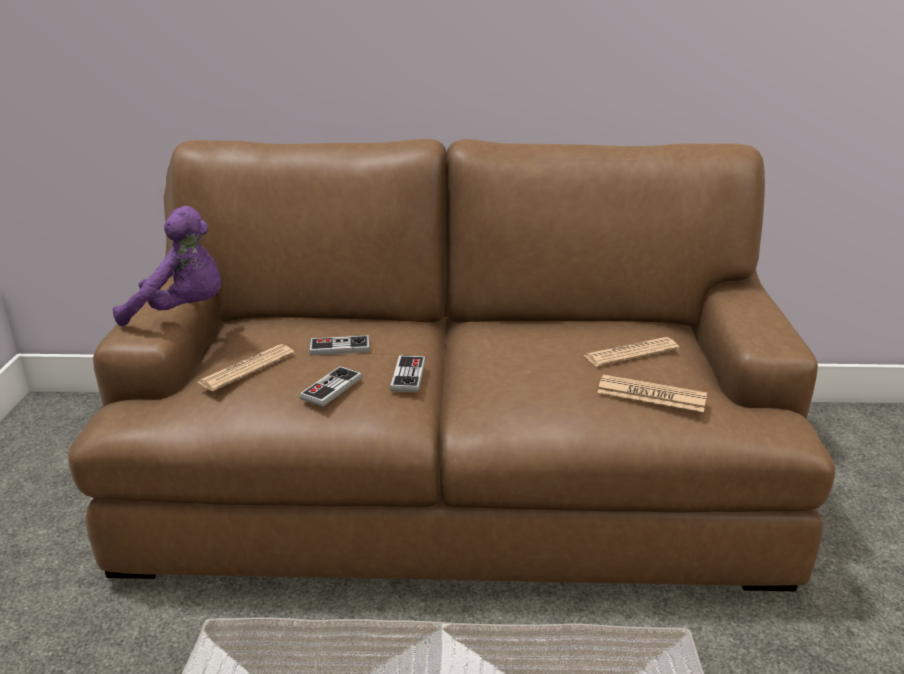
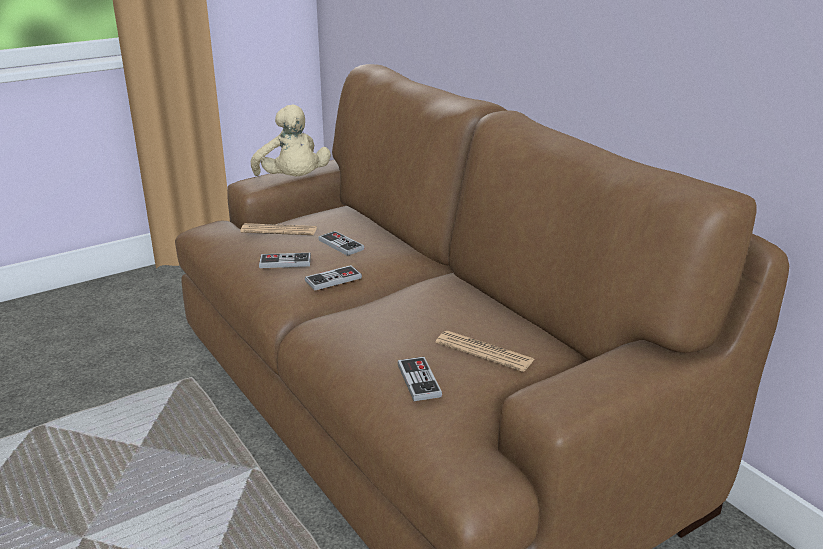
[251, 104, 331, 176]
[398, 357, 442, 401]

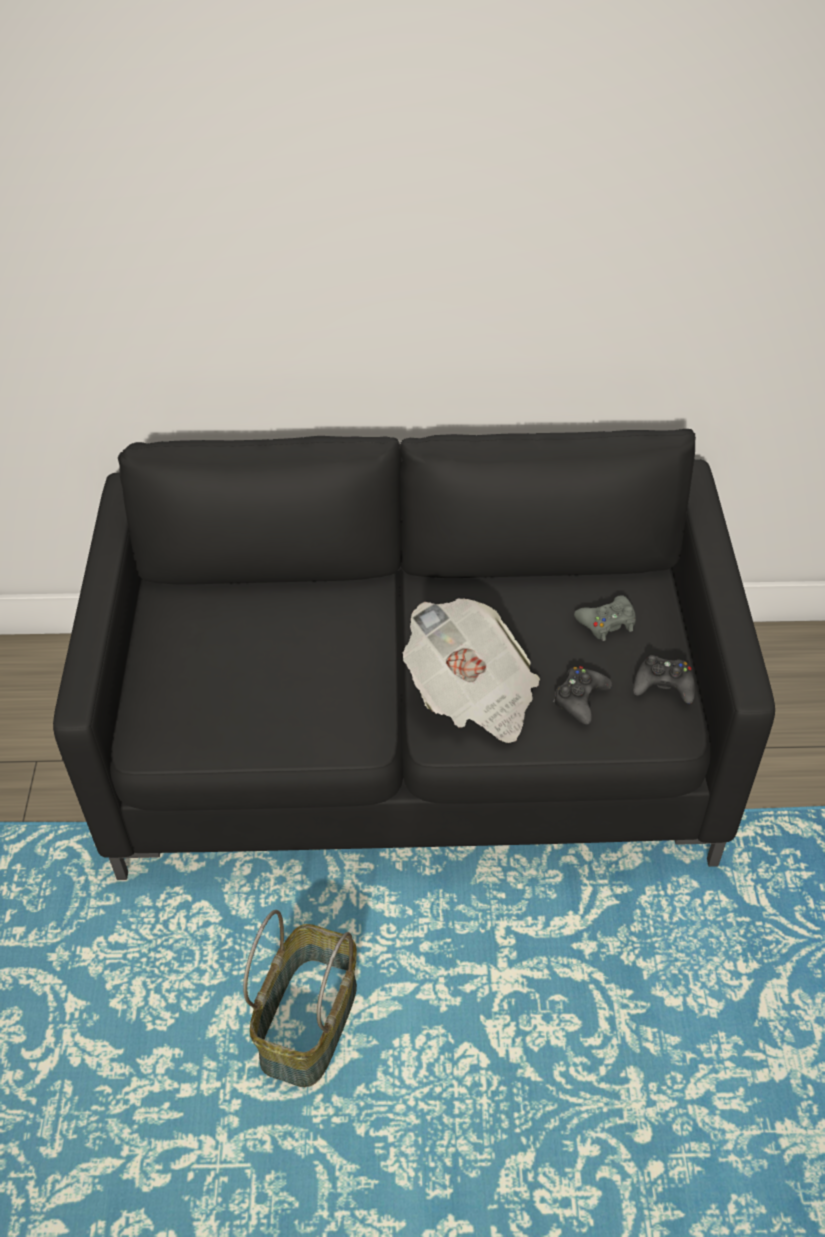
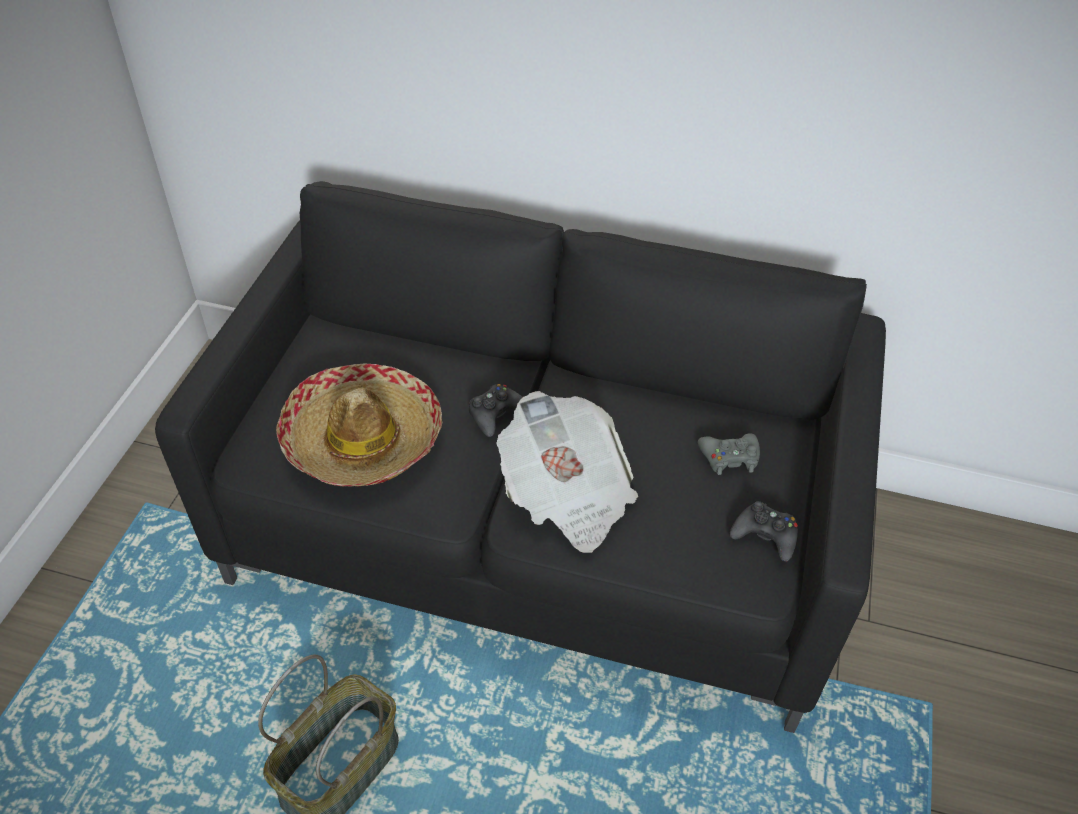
[276, 363, 442, 487]
[469, 384, 523, 437]

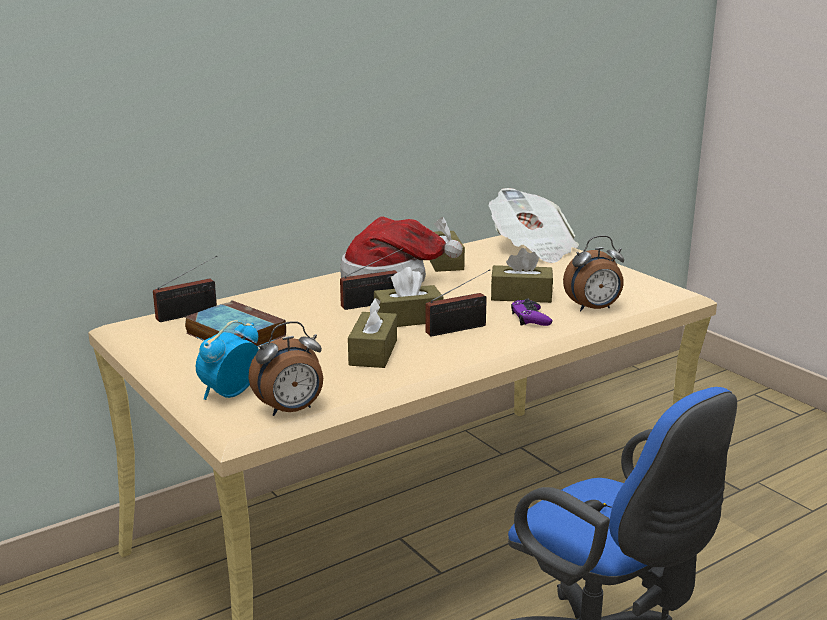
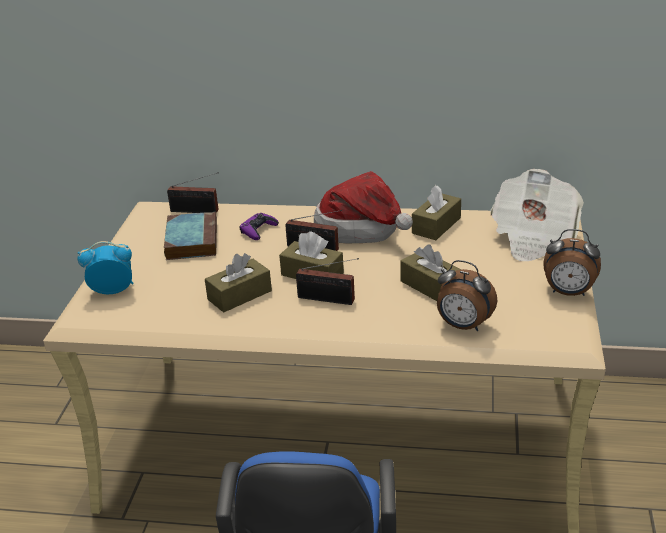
[239, 213, 279, 240]
[543, 229, 601, 296]

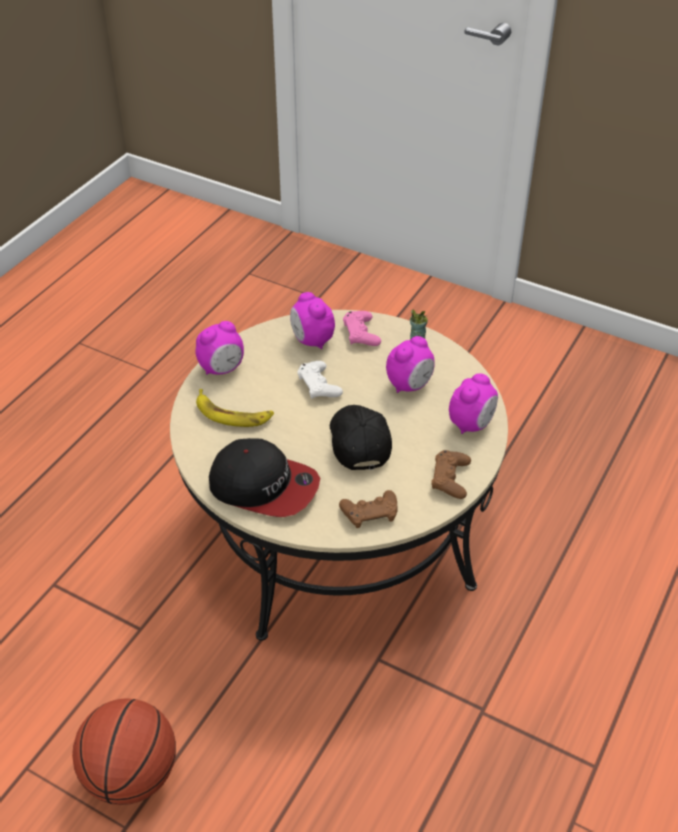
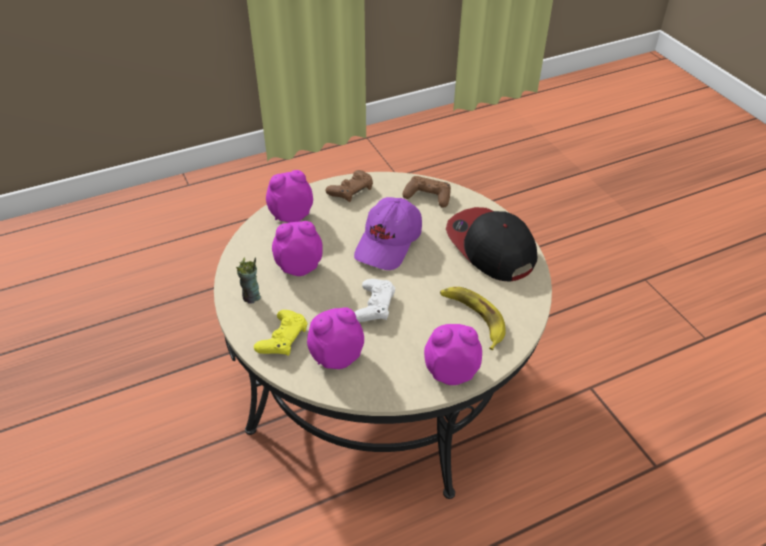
[254, 310, 307, 356]
[307, 307, 364, 369]
[354, 197, 422, 270]
[72, 698, 176, 805] (first image)

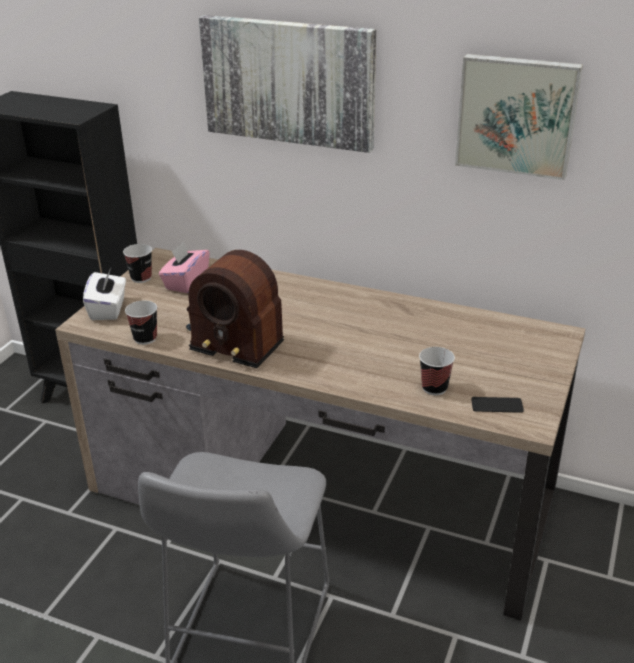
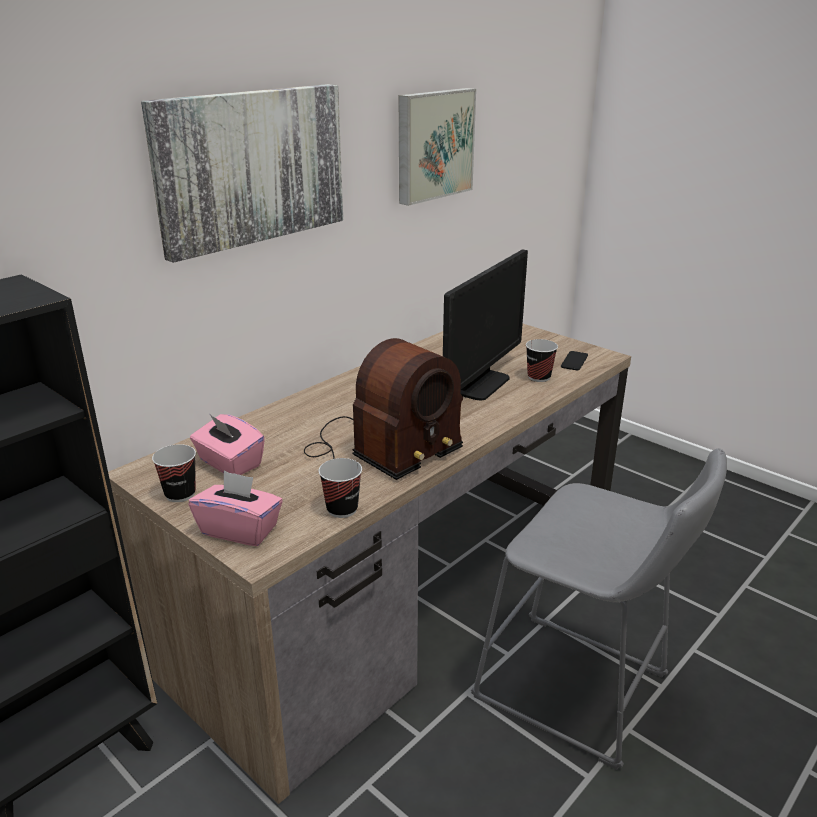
[189, 470, 283, 546]
[443, 249, 528, 401]

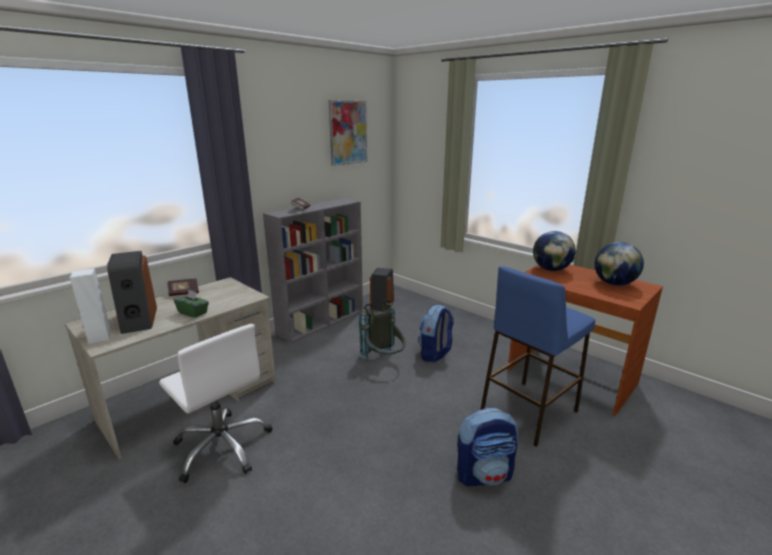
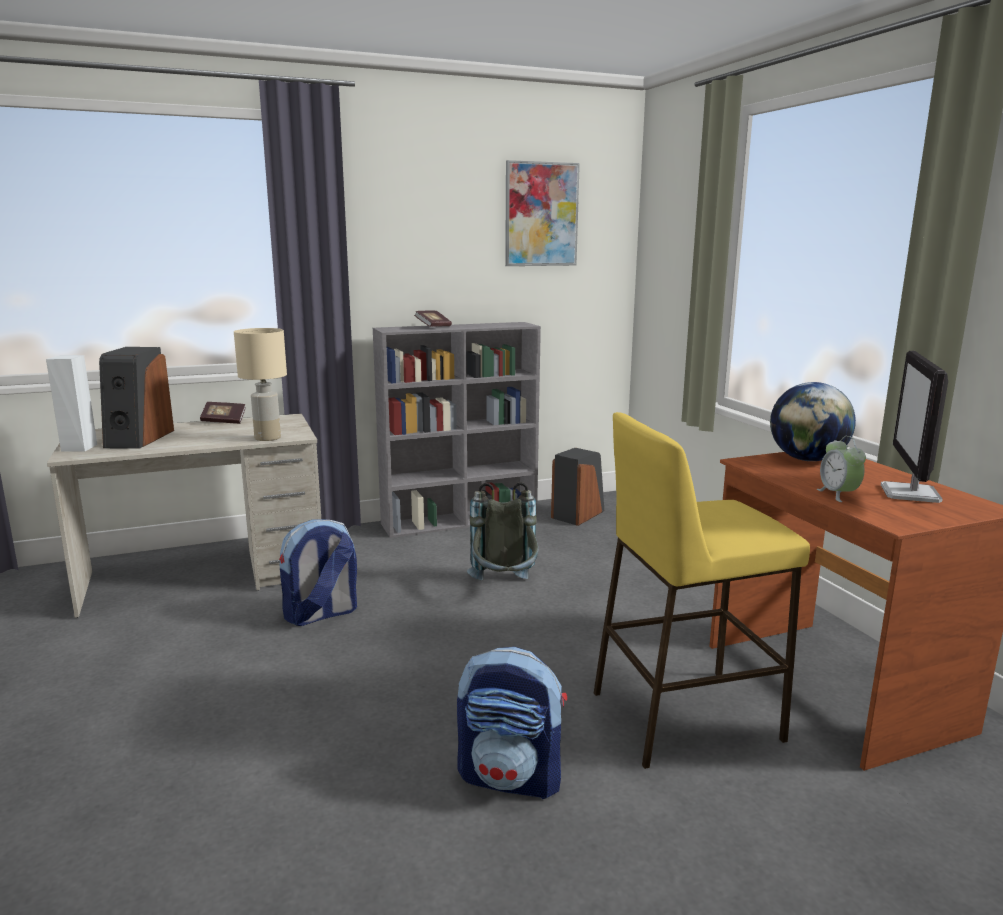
[234, 328, 287, 441]
[279, 519, 357, 626]
[594, 412, 810, 769]
[817, 436, 866, 502]
[881, 351, 948, 503]
[159, 324, 273, 483] (first image)
[174, 290, 209, 318] (first image)

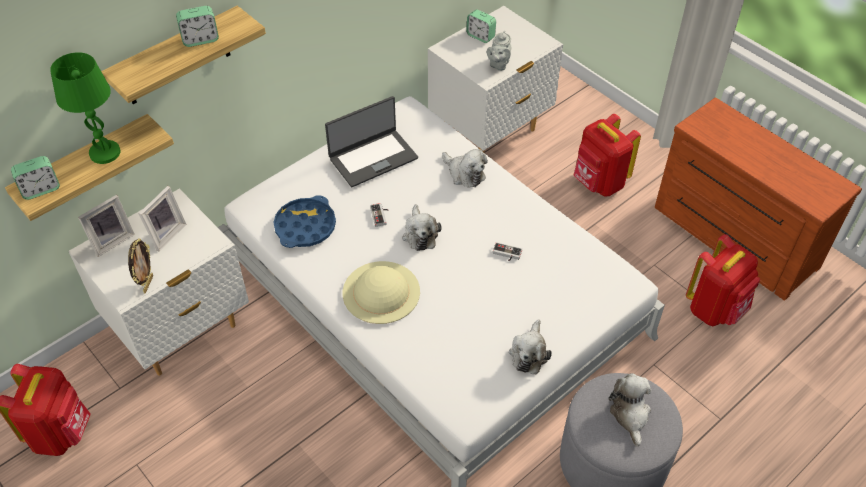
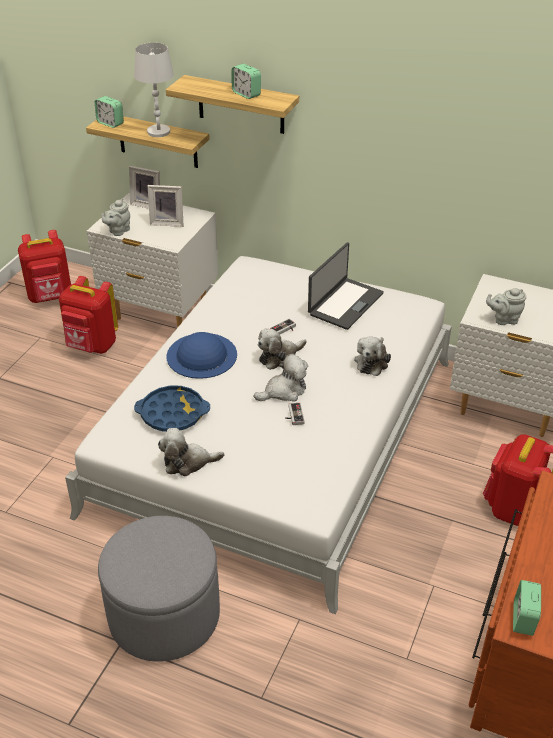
[59, 276, 118, 354]
[101, 198, 130, 236]
[134, 43, 174, 137]
[134, 386, 210, 432]
[167, 332, 237, 379]
[253, 354, 308, 402]
[308, 242, 384, 330]
[513, 580, 541, 636]

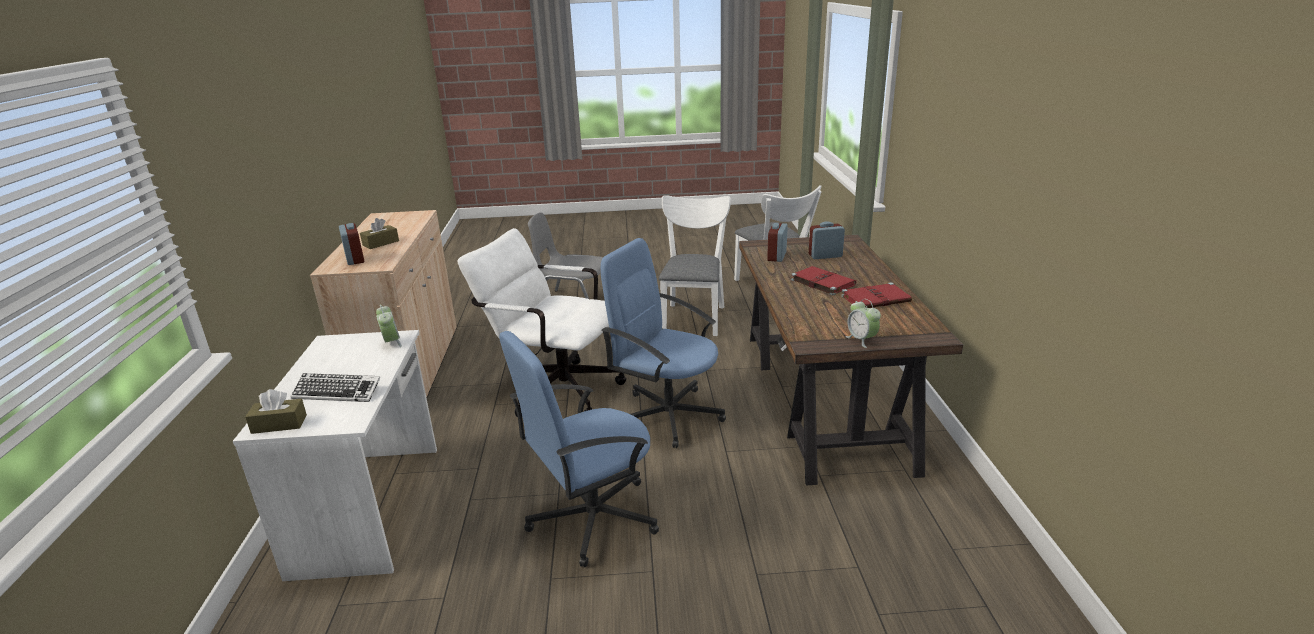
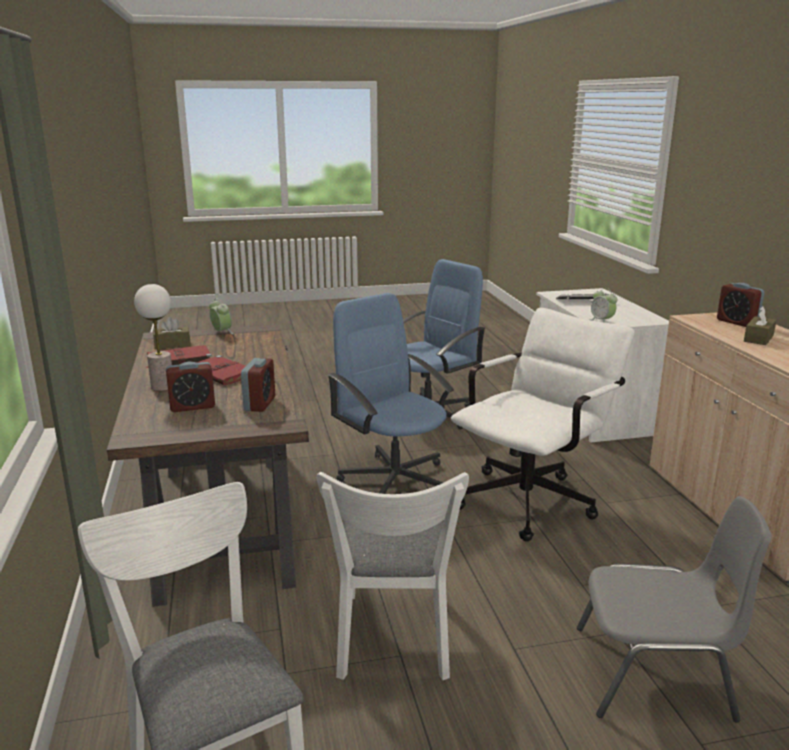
[134, 284, 172, 391]
[153, 317, 191, 349]
[327, 293, 454, 494]
[451, 308, 635, 542]

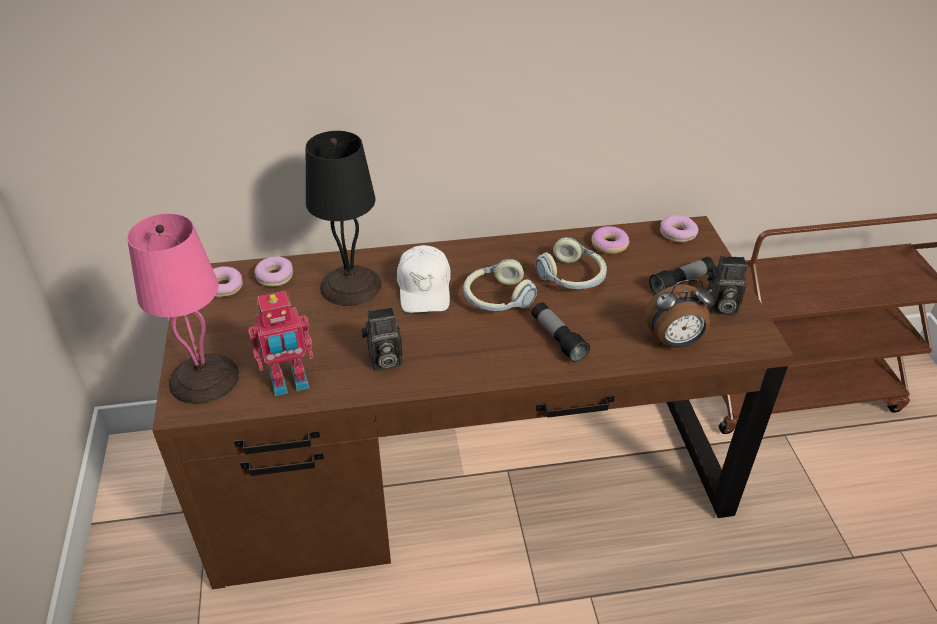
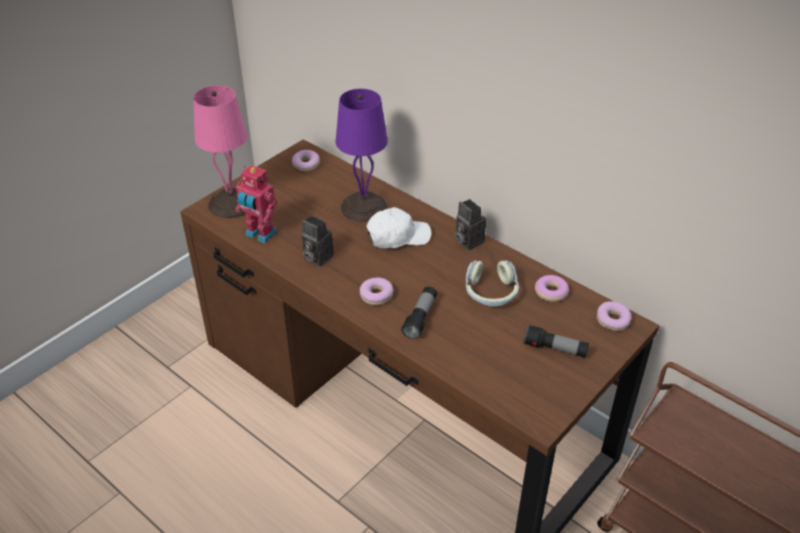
[336, 89, 388, 222]
[360, 278, 393, 305]
[366, 207, 431, 248]
[455, 199, 486, 250]
[463, 259, 537, 311] (first image)
[644, 279, 714, 348] (first image)

